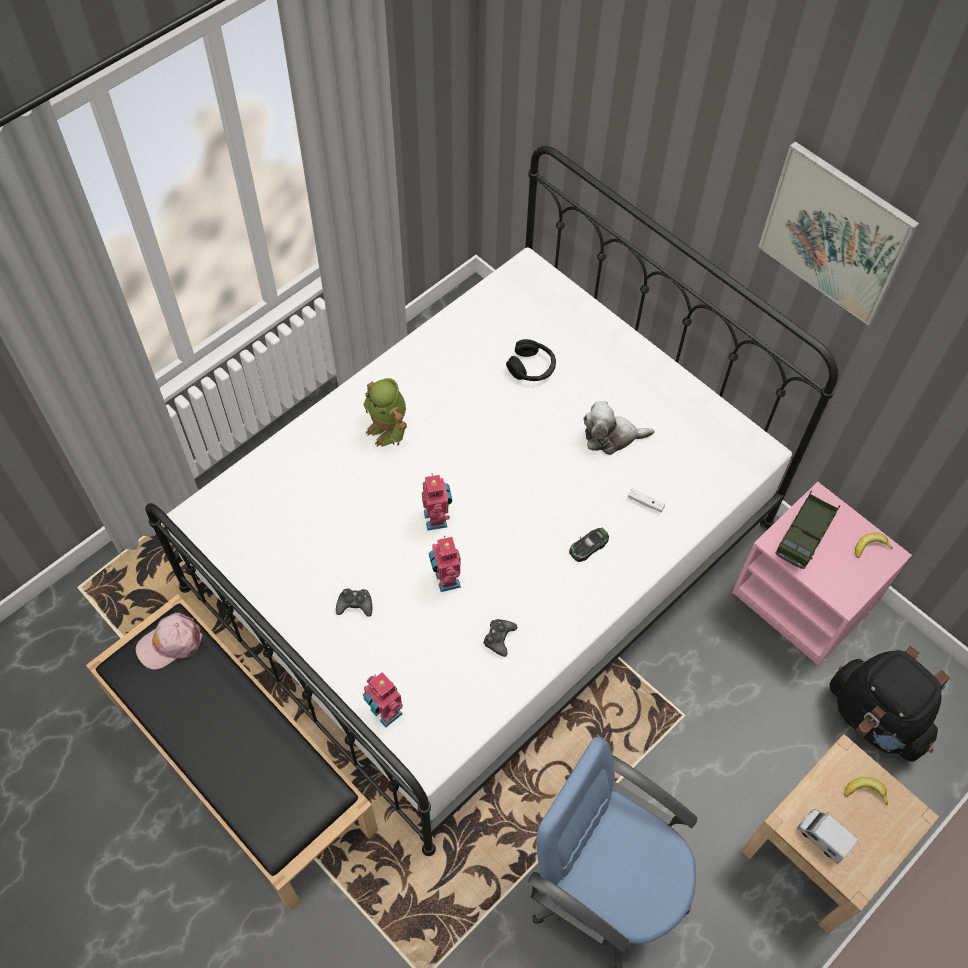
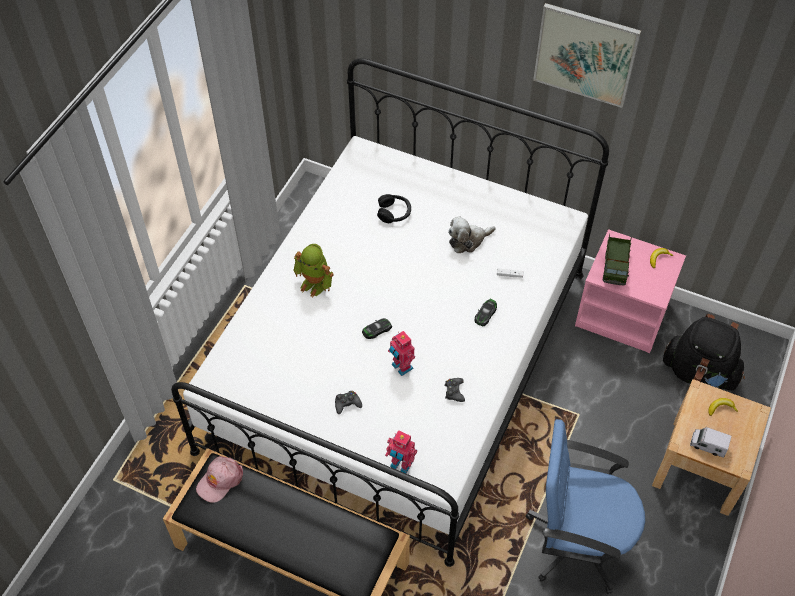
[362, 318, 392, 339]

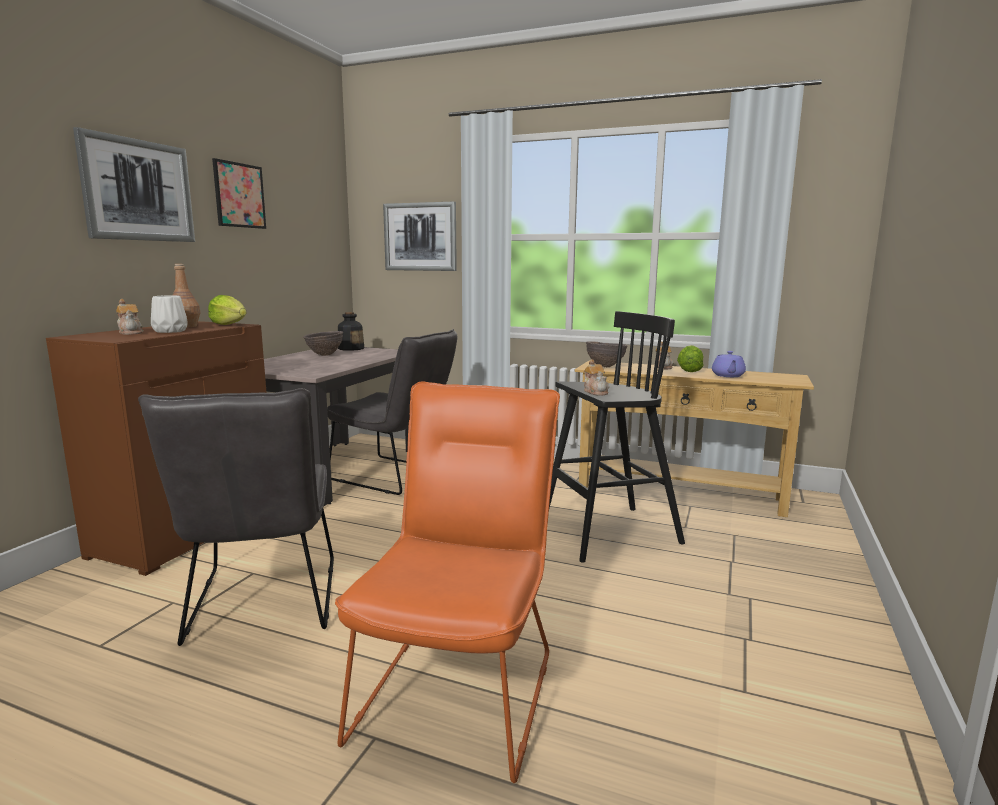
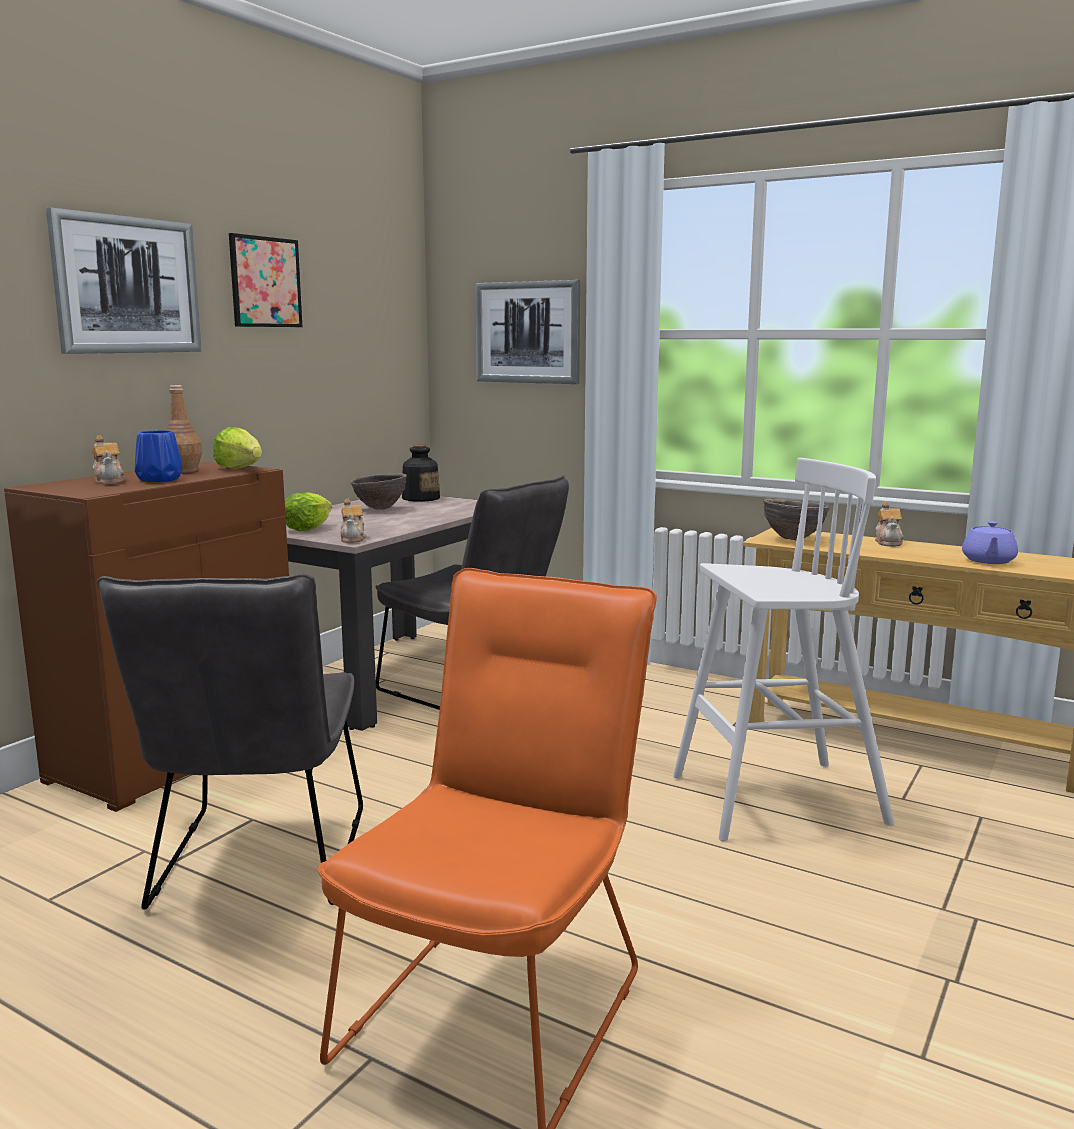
[135, 430, 182, 482]
[285, 492, 332, 531]
[340, 499, 367, 543]
[673, 458, 894, 841]

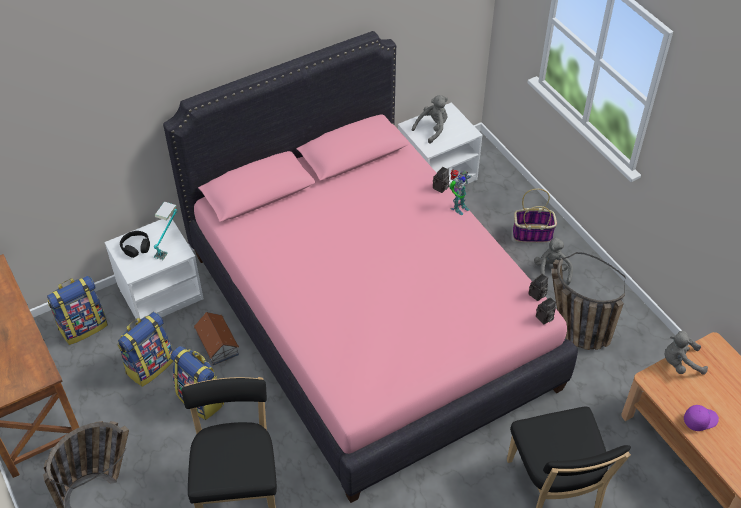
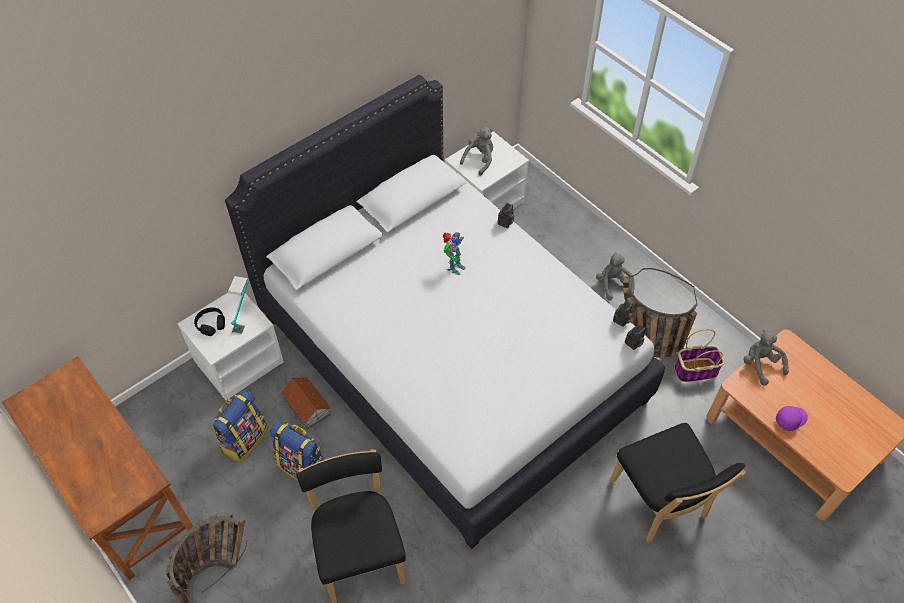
[225, 75, 665, 549]
[443, 232, 466, 275]
[674, 329, 725, 382]
[744, 330, 789, 386]
[47, 276, 108, 345] (first image)

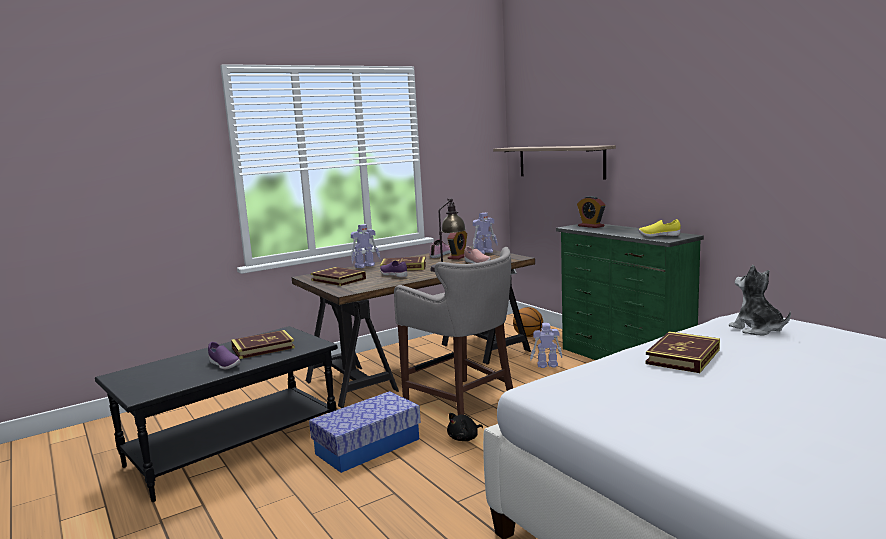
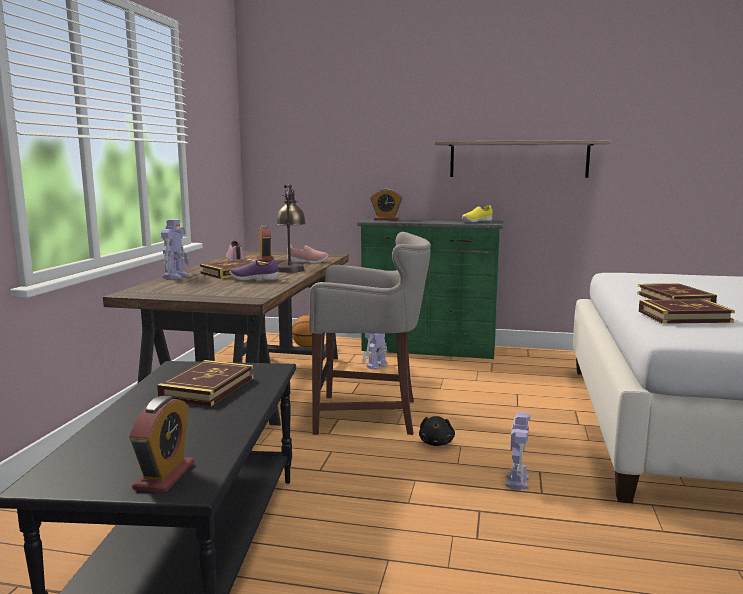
[129, 396, 194, 493]
[435, 140, 610, 178]
[505, 412, 530, 490]
[638, 299, 735, 324]
[208, 342, 241, 369] (first image)
[309, 391, 421, 473] (first image)
[729, 265, 791, 335] (first image)

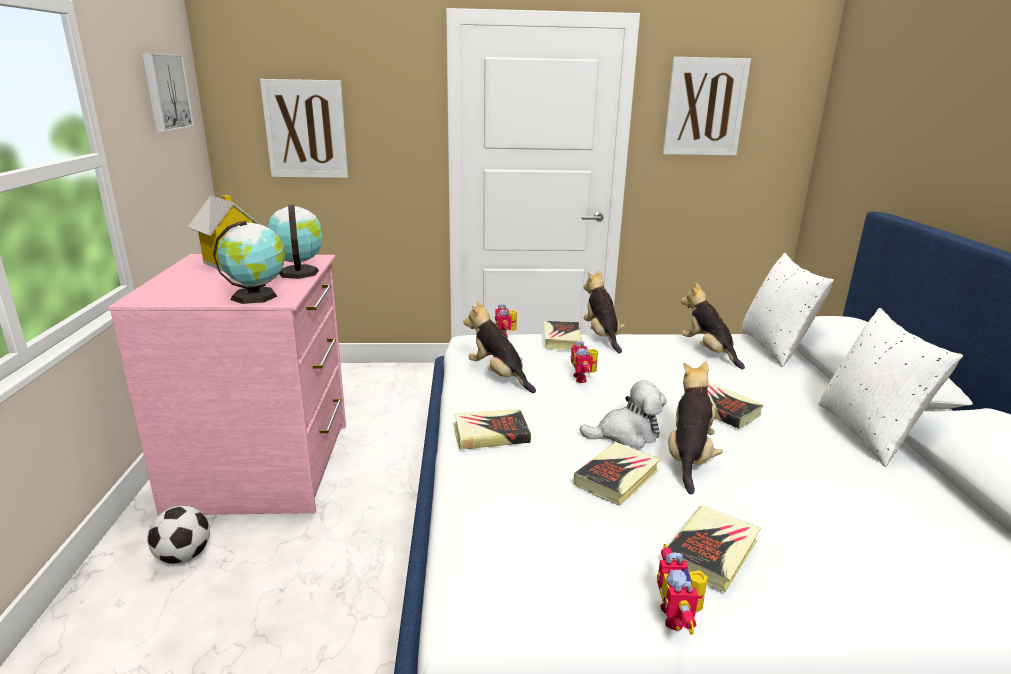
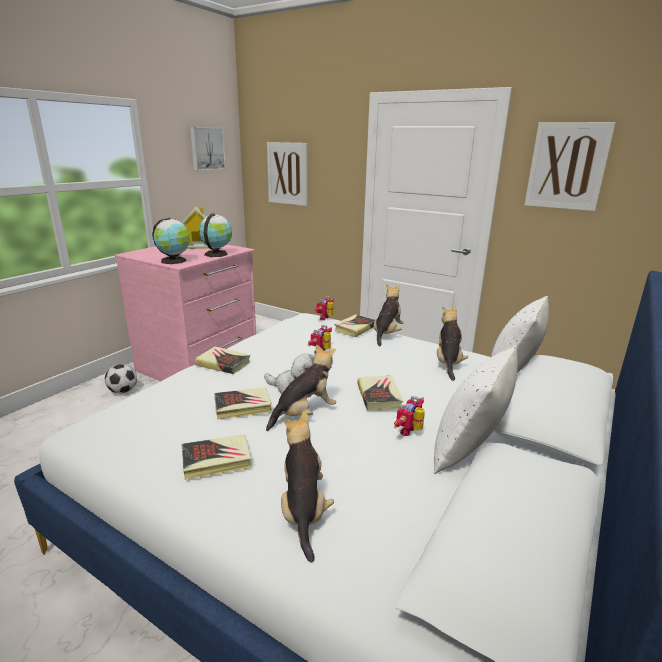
[281, 411, 334, 563]
[394, 396, 425, 436]

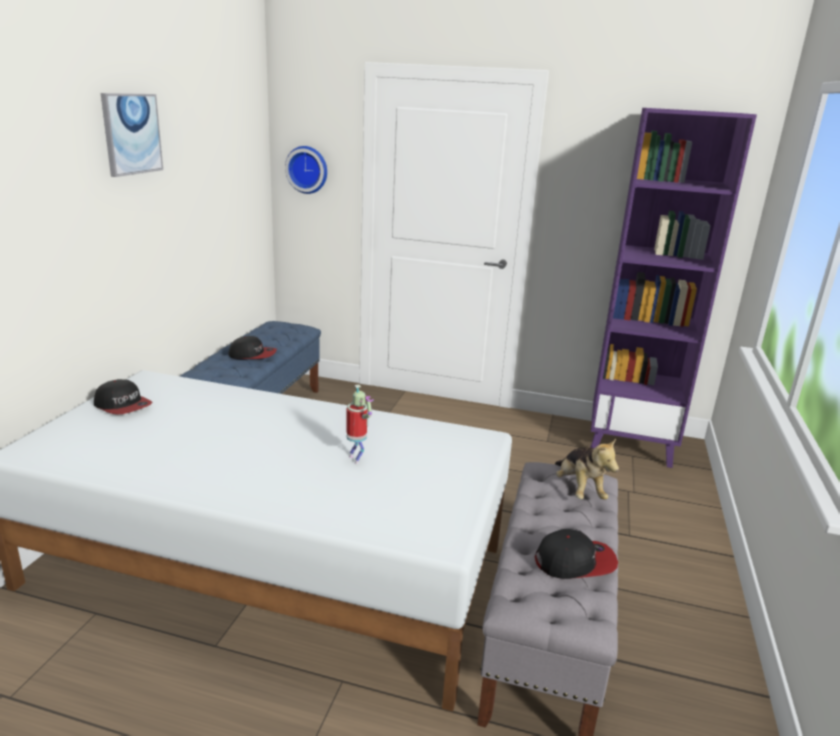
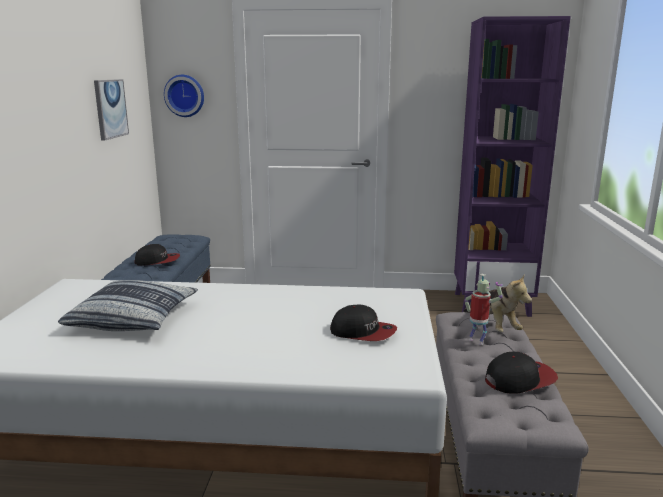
[58, 280, 198, 331]
[94, 79, 129, 141]
[330, 305, 397, 341]
[464, 274, 503, 345]

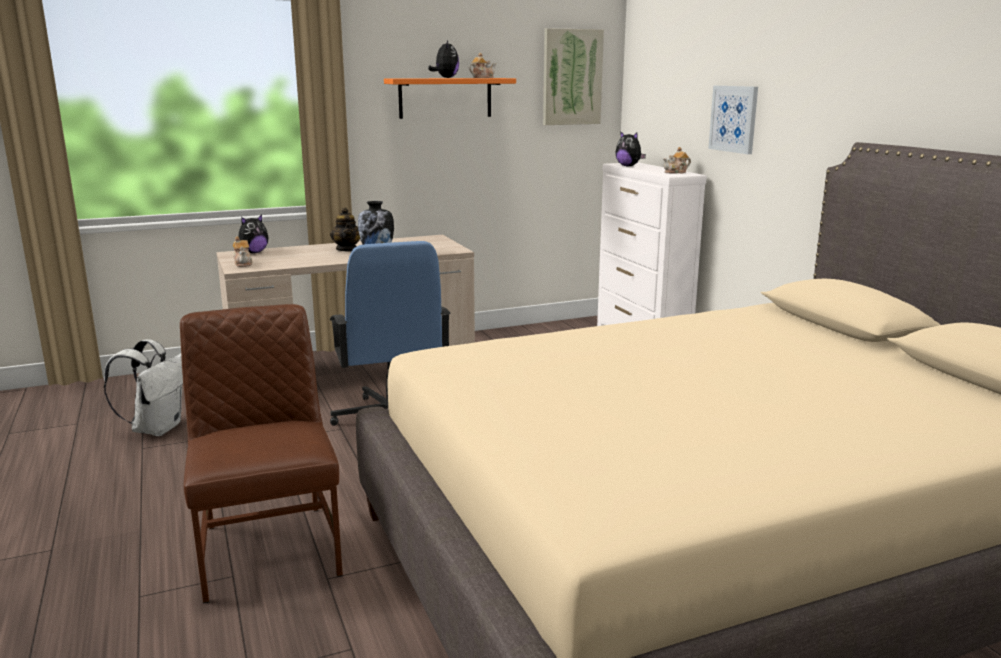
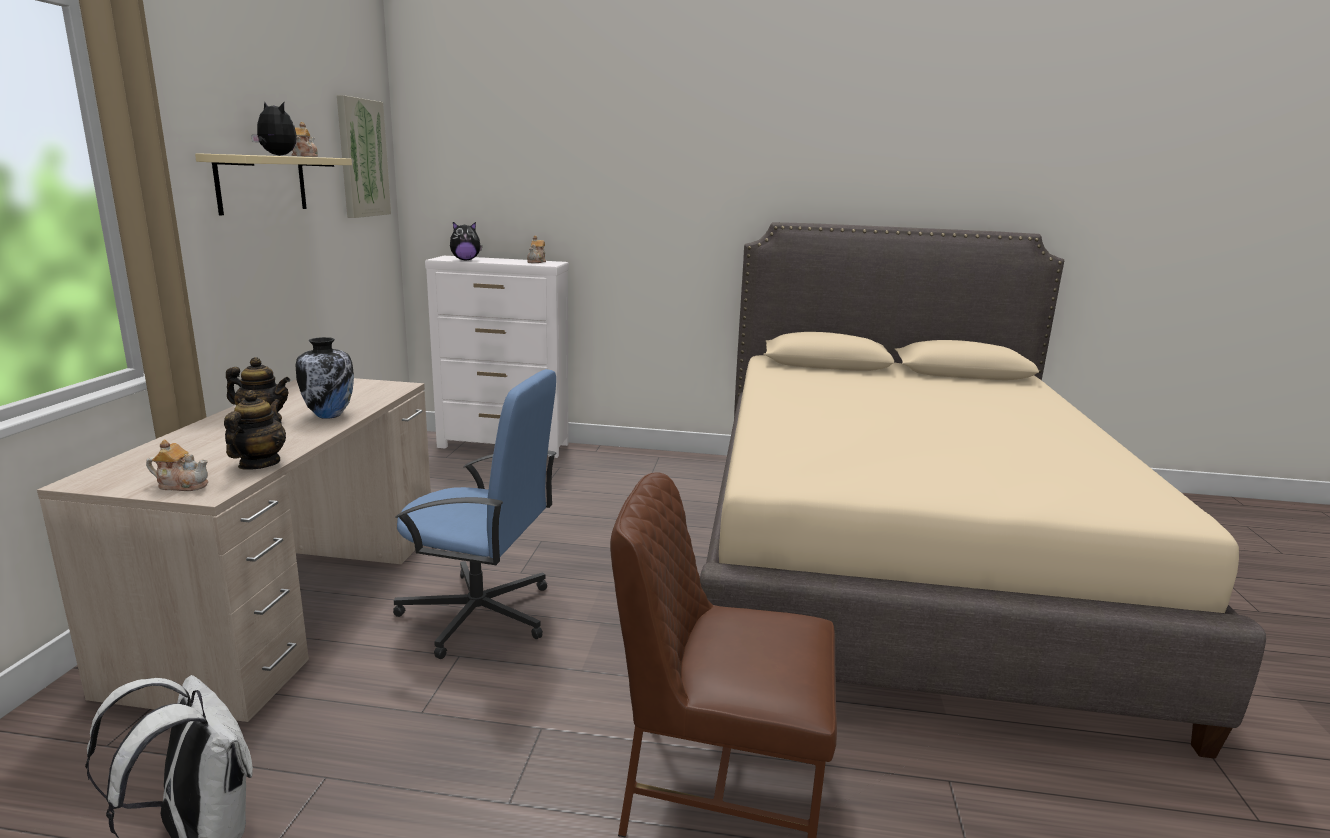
[195, 153, 352, 215]
[224, 390, 286, 470]
[239, 214, 269, 253] (first image)
[708, 86, 758, 154] (first image)

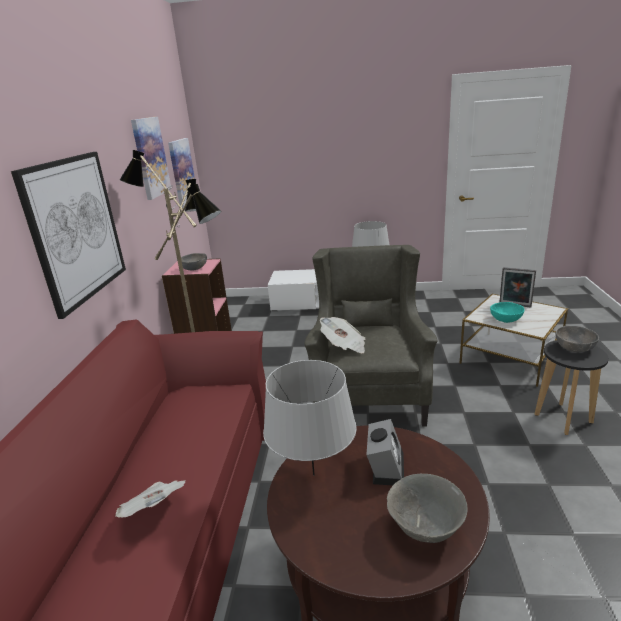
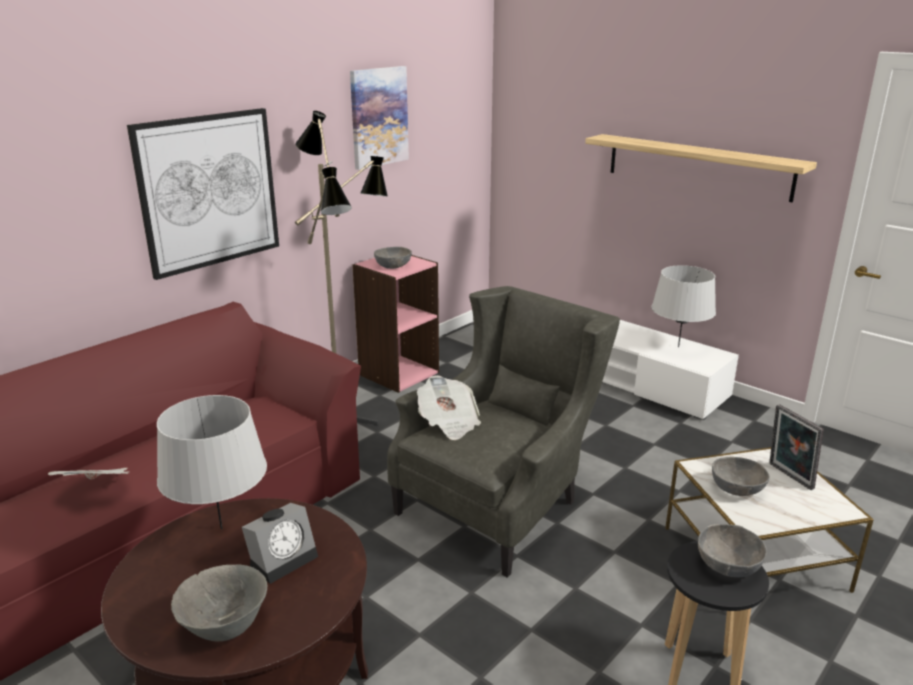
[585, 134, 817, 202]
[712, 457, 770, 496]
[168, 138, 195, 208] (first image)

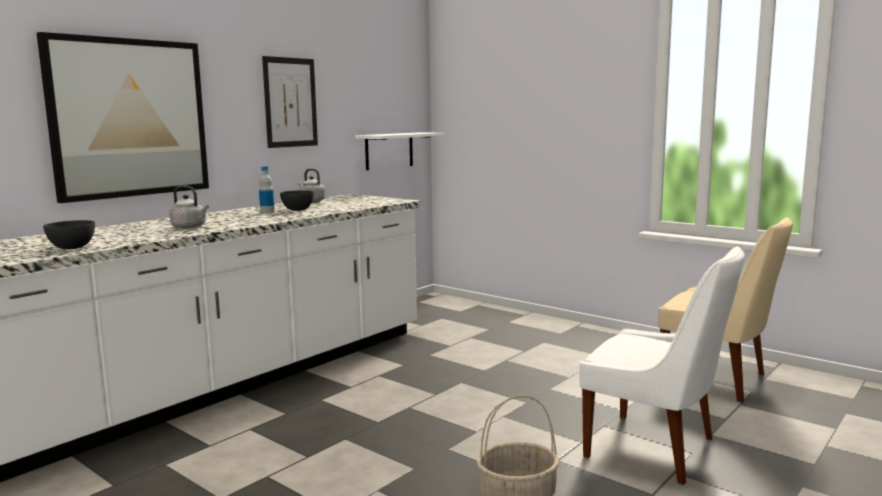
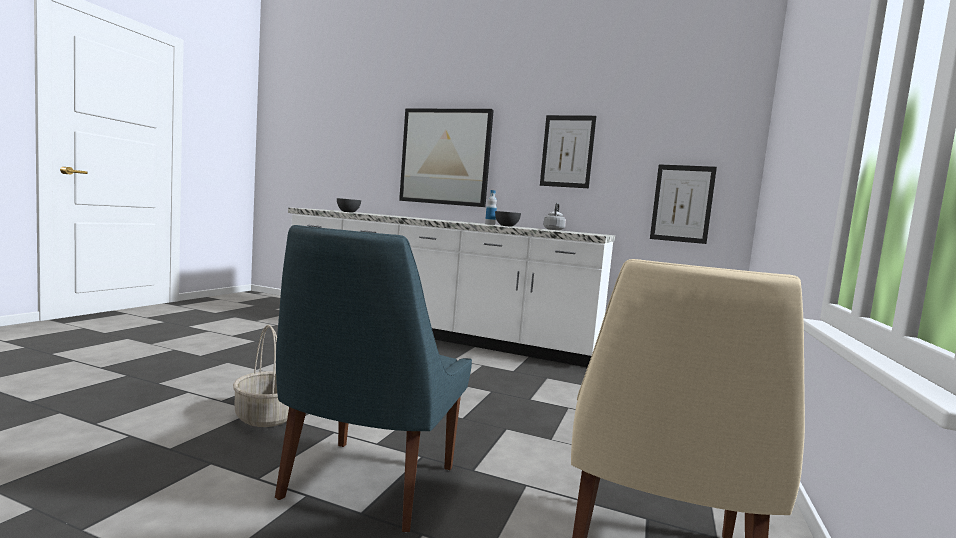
[275, 225, 472, 532]
[650, 164, 717, 244]
[169, 185, 209, 228] (first image)

